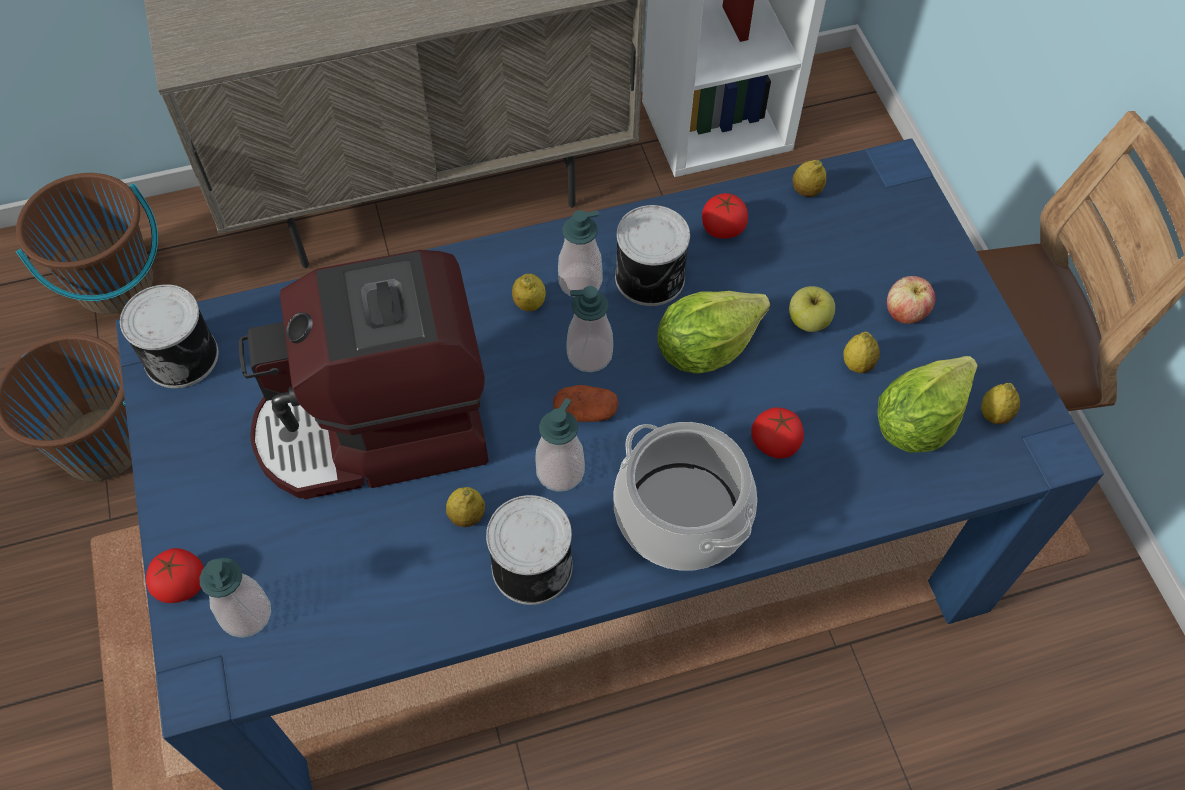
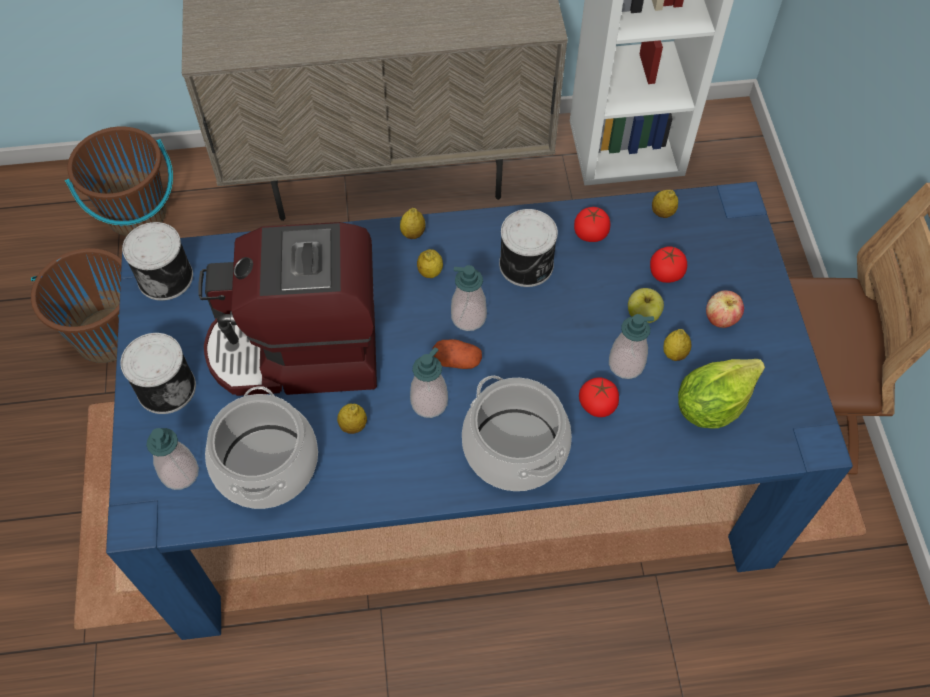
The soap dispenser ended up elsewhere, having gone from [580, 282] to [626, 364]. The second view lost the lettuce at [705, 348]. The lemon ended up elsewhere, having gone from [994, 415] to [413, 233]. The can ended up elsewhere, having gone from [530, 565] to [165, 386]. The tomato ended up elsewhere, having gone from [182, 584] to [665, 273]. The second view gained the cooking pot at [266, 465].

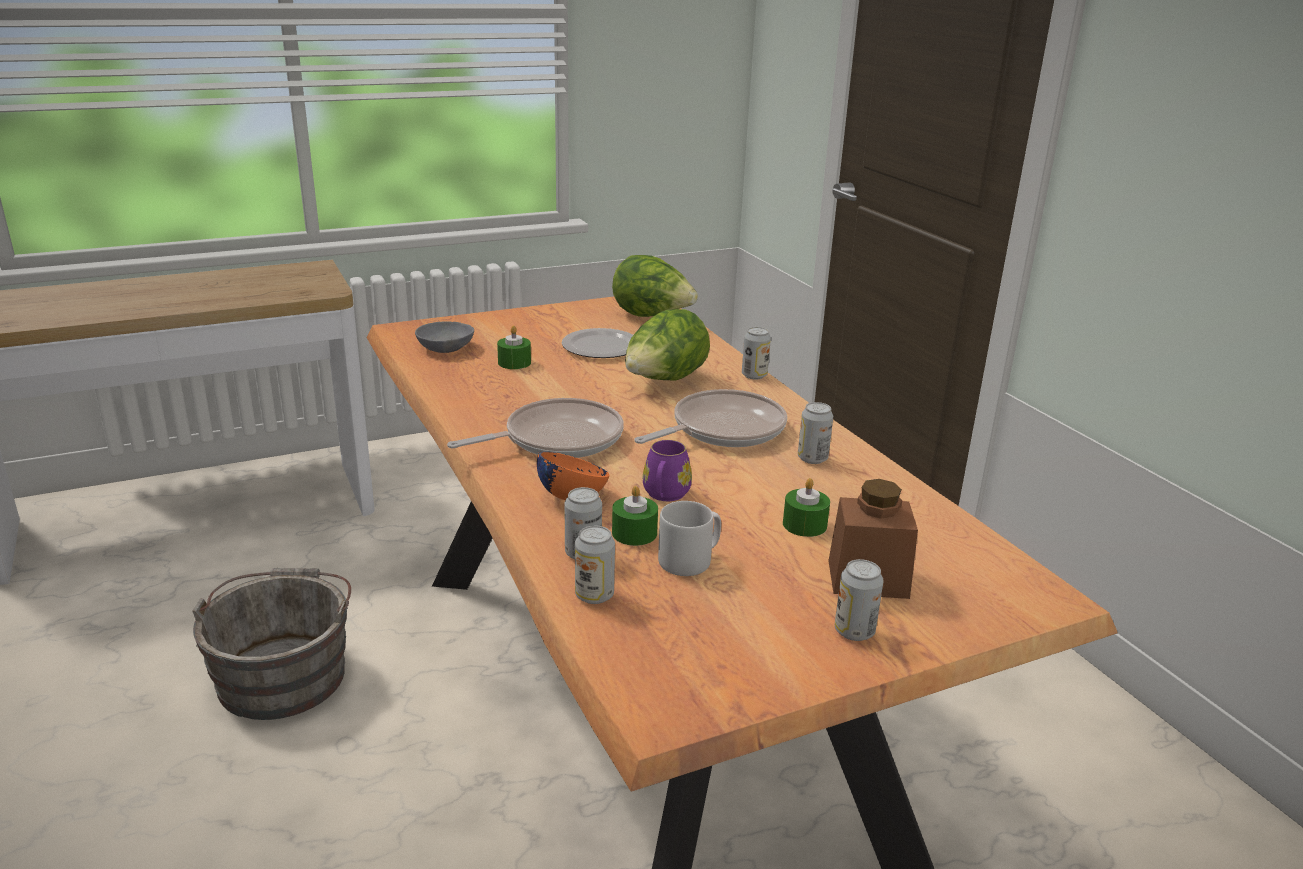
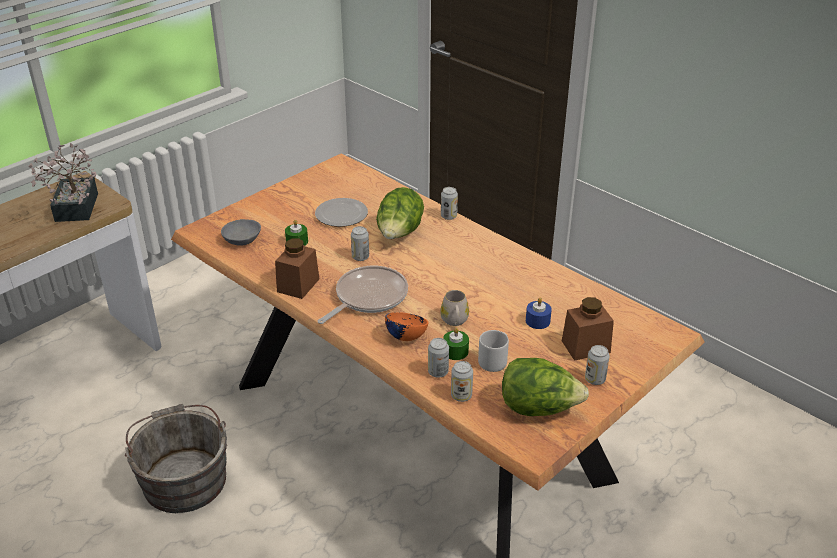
The lettuce ended up elsewhere, having gone from [652, 316] to [539, 408]. The second view lost the frying pan at [722, 429]. The can ended up elsewhere, having gone from [812, 458] to [360, 257]. What was the purple mug at [664, 495] turned into the white mug at [455, 321]. What was the green candle at [804, 524] turned into the blue candle at [537, 321]. The second view gained the potted plant at [74, 211]. The second view gained the brown jar at [298, 285].

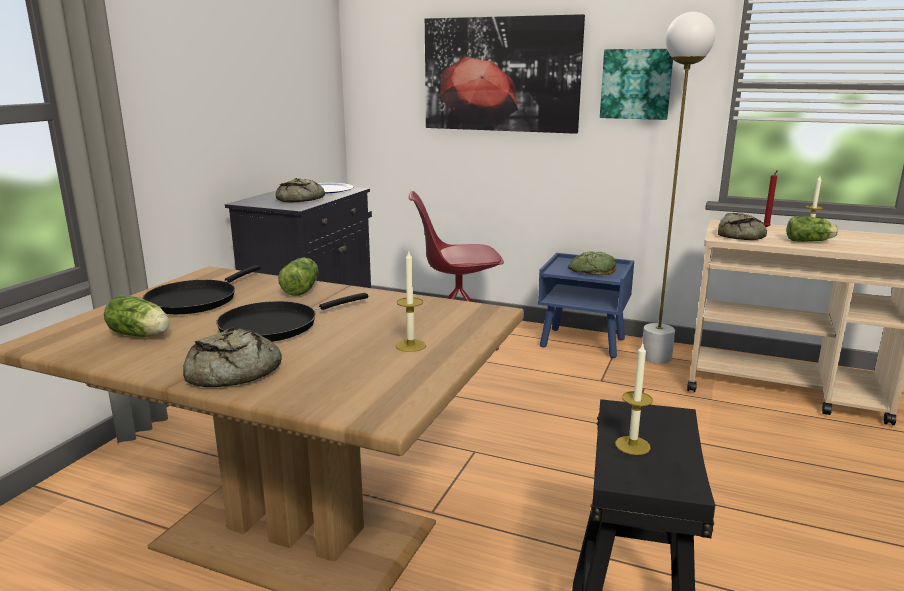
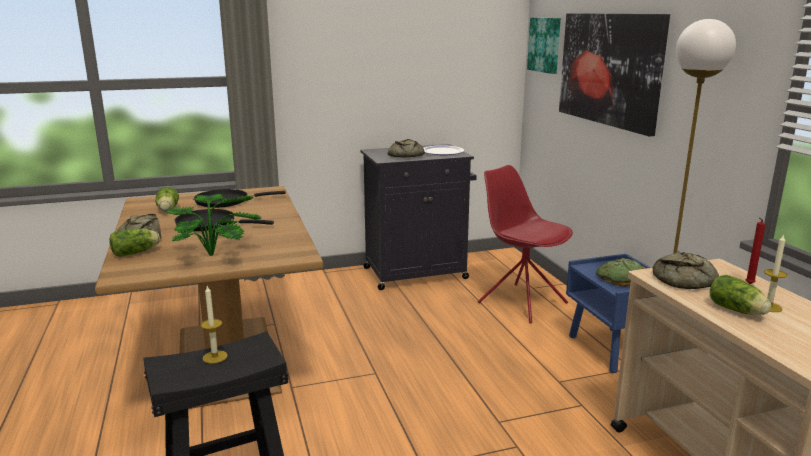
The picture ended up elsewhere, having gone from [636, 84] to [545, 45]. Where the candle stood at [410, 345], the potted plant came to stand at [217, 254]. The lettuce ended up elsewhere, having gone from [302, 289] to [137, 252].

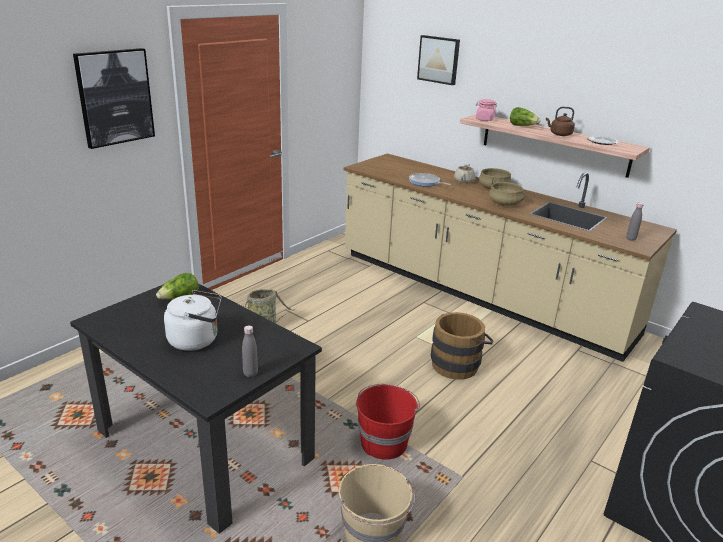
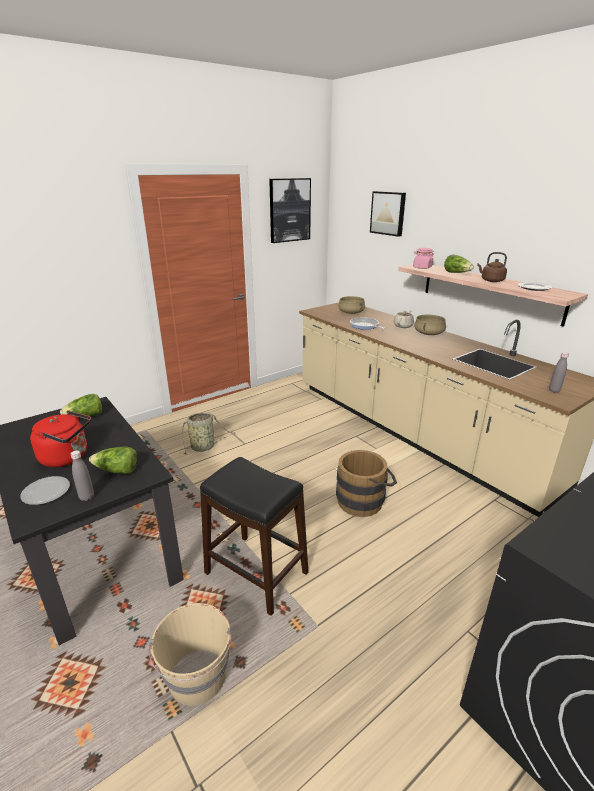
The picture ended up elsewhere, having gone from [115, 97] to [289, 210]. The beige cooking pot ended up elsewhere, having gone from [505, 203] to [351, 312]. What was the white kettle at [197, 340] turned into the red kettle at [68, 457]. Where the red bucket stood at [384, 443], the black stool came to stand at [256, 573]. The second view gained the lettuce at [117, 471]. The second view gained the plate at [47, 492].

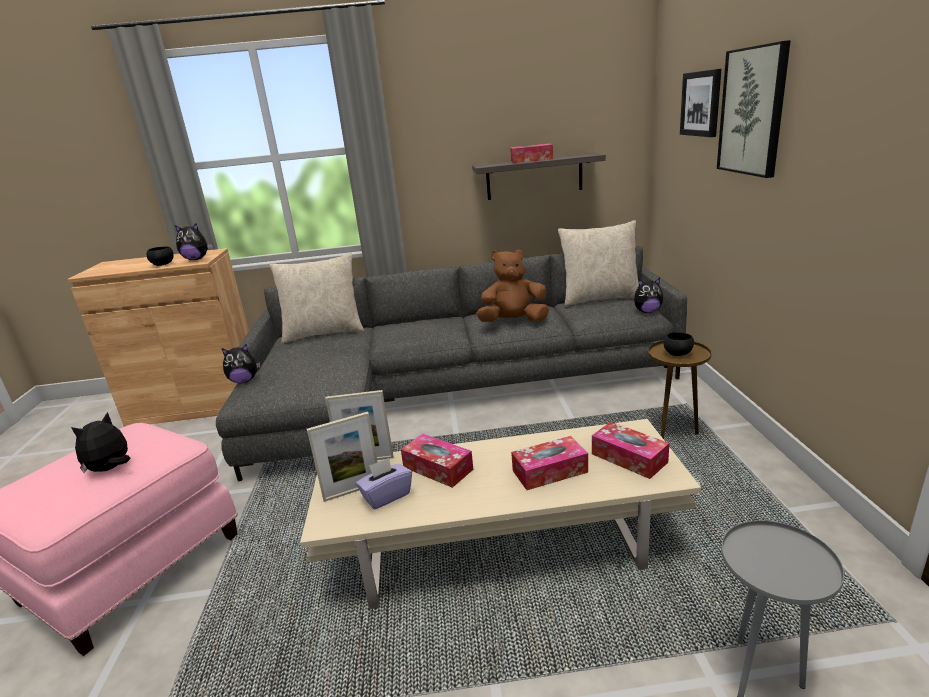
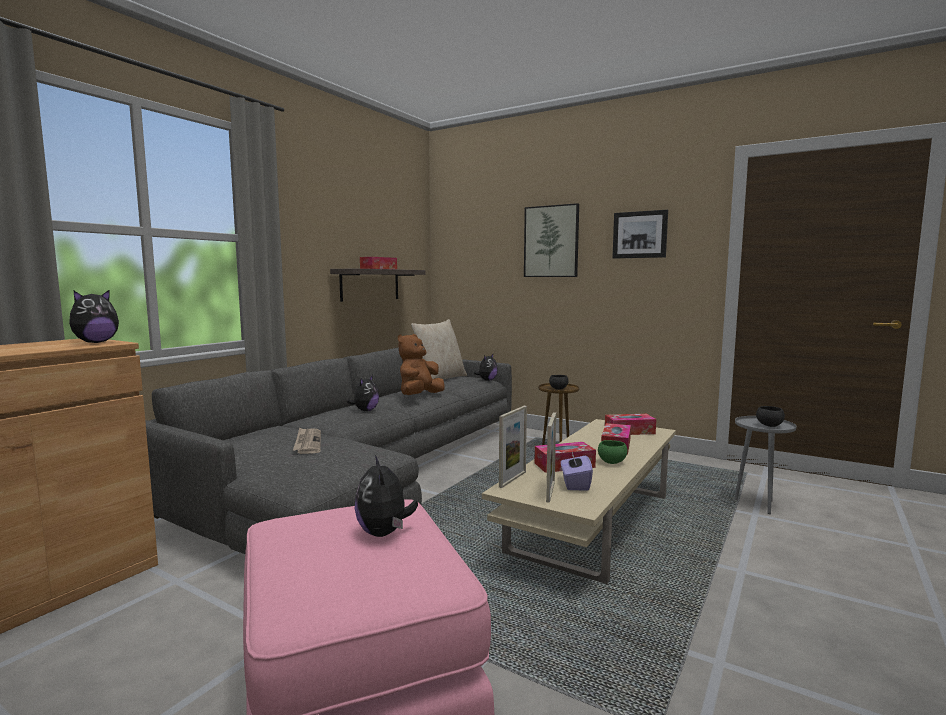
The picture ended up elsewhere, having gone from [701, 103] to [640, 234]. The black bowl ended up elsewhere, having gone from [163, 264] to [769, 425]. The second view lost the beige pillow at [324, 332]. The plush toy ended up elsewhere, having gone from [244, 381] to [365, 410]. The second view gained the newspaper at [307, 443]. The second view gained the green bowl at [612, 462].

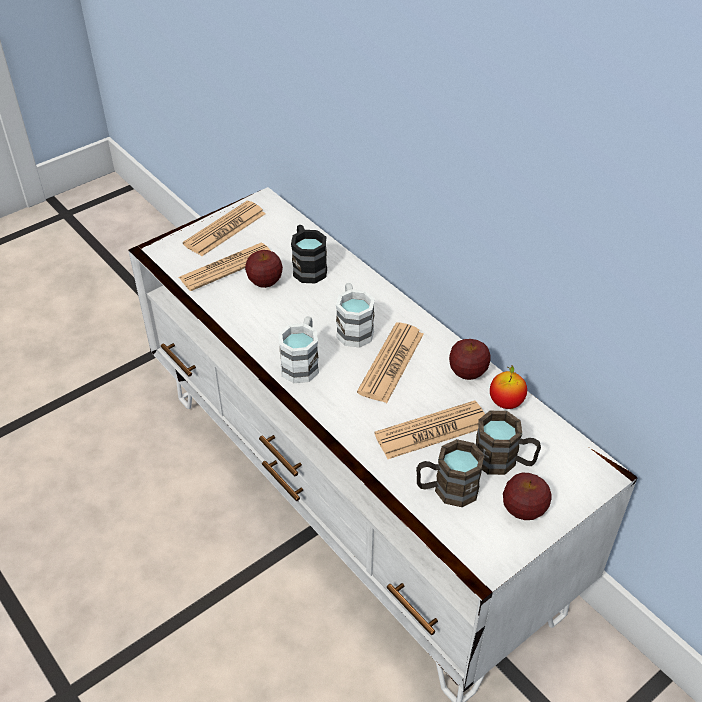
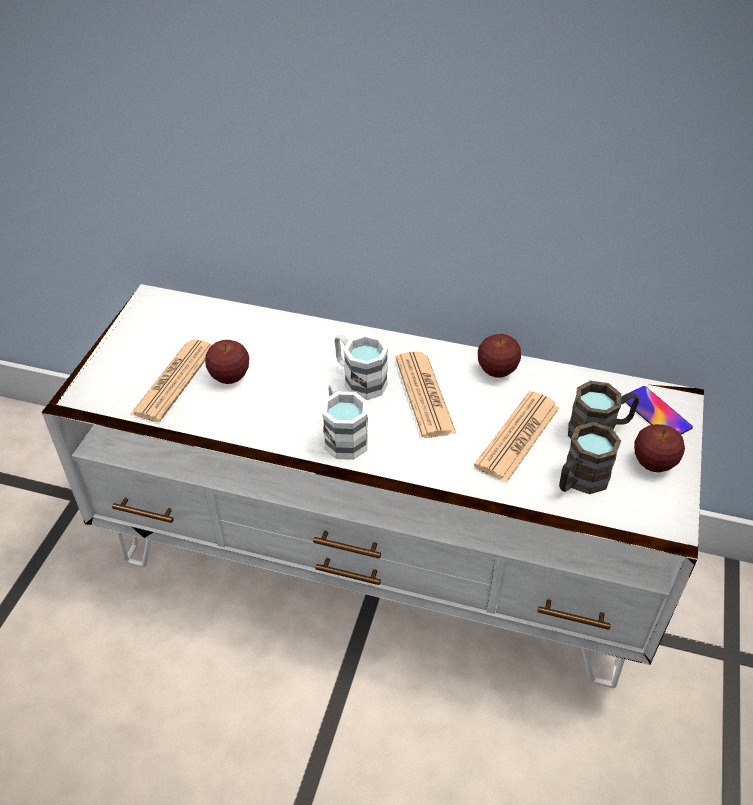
The second view lost the newspaper at [225, 229]. The second view lost the black mug at [307, 267]. The second view lost the apple at [505, 402]. The second view gained the phone at [656, 413].

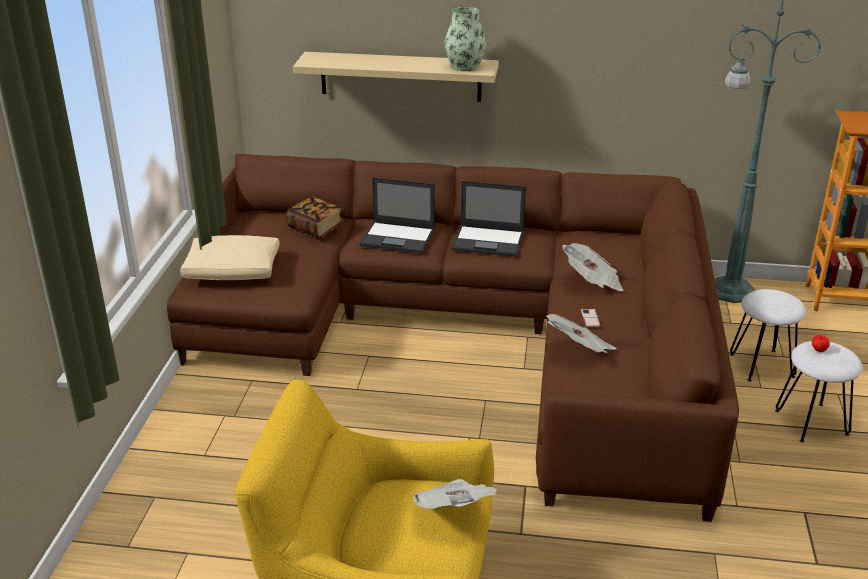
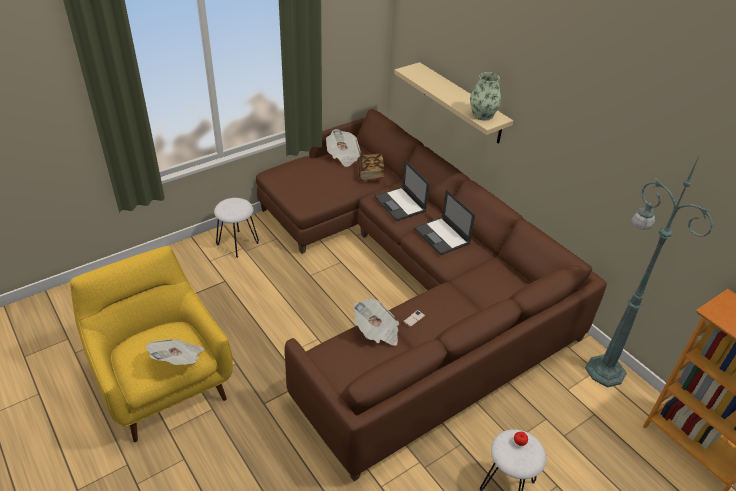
The second view lost the beige pillow at [233, 270]. The newspaper ended up elsewhere, having gone from [592, 282] to [343, 156]. The white stool ended up elsewhere, having gone from [762, 365] to [238, 244].

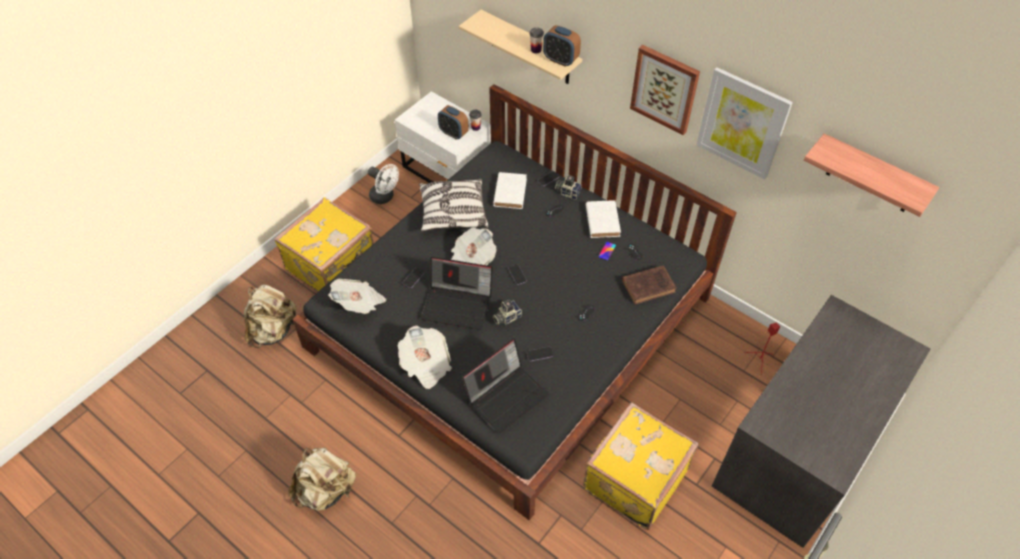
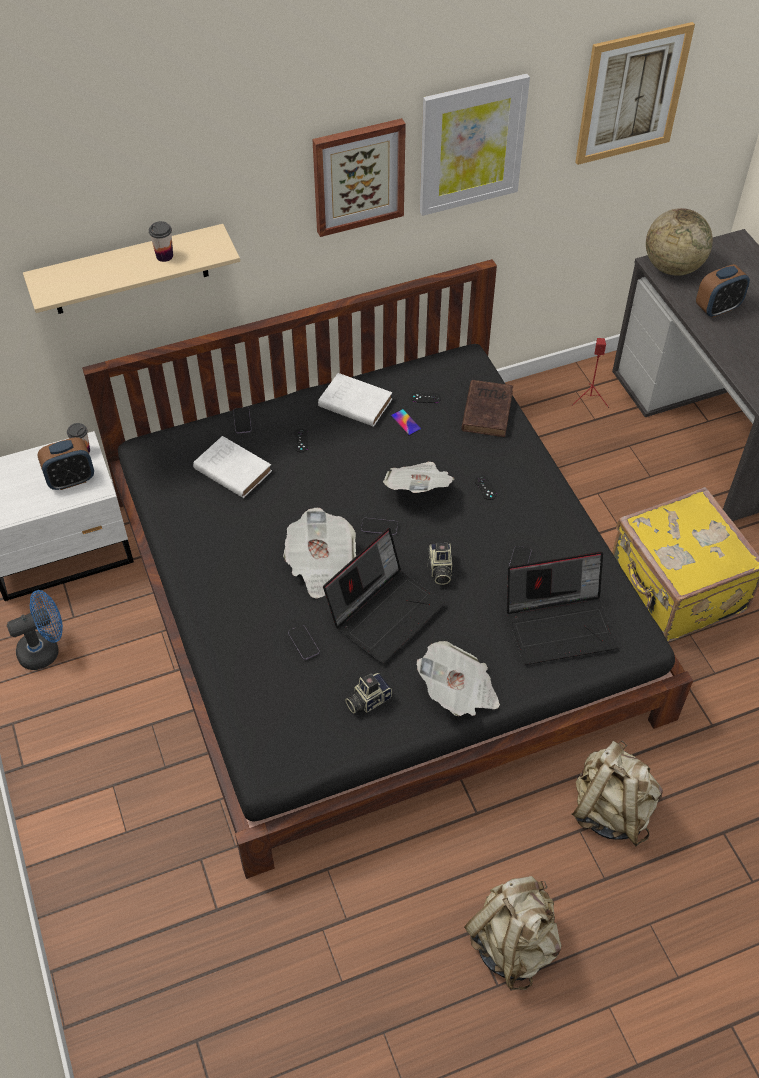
The alarm clock ended up elsewhere, having gone from [560, 60] to [717, 308]. Where the shelf hung at [872, 175], the picture came to hang at [632, 94]. What was the white fan at [385, 197] turned into the blue fan at [45, 649]. The photo camera ended up elsewhere, having gone from [568, 192] to [367, 699]. The second view lost the pillow at [453, 213]. The second view lost the yellow suitcase at [332, 264]. The newspaper ended up elsewhere, having gone from [359, 304] to [418, 489]. The beige backpack ended up elsewhere, having gone from [273, 330] to [610, 809]. The laptop at [506, 395] ended up facing another way, 90 degrees clockwise from before. The second view gained the globe at [672, 267].

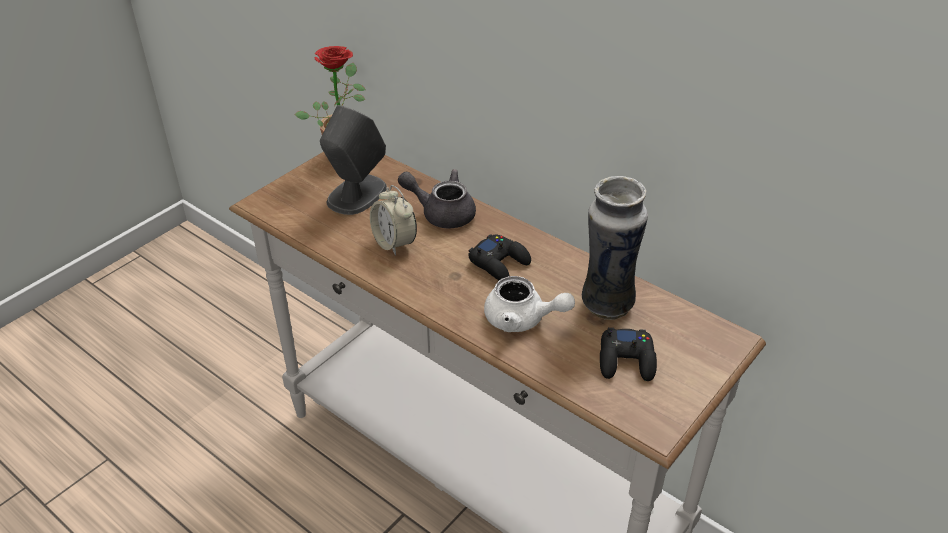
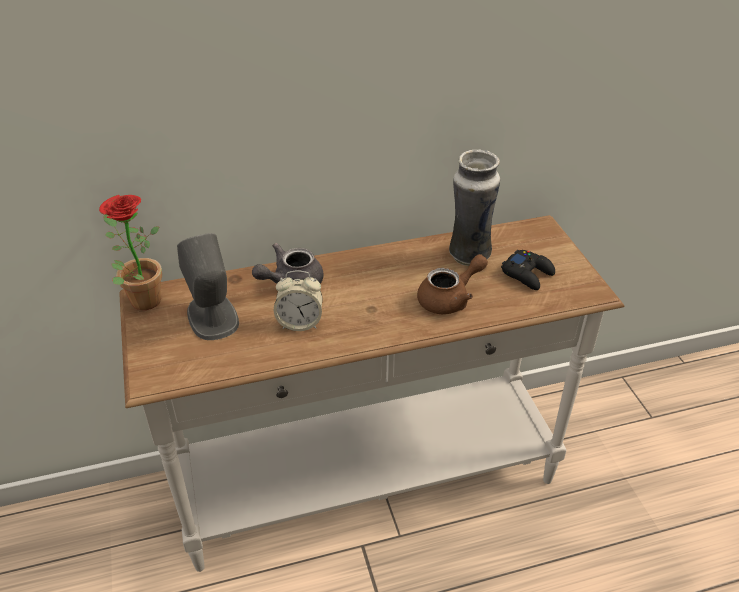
The second view lost the black game controller at [499, 263]. What was the white teapot at [522, 320] turned into the brown teapot at [450, 299].

